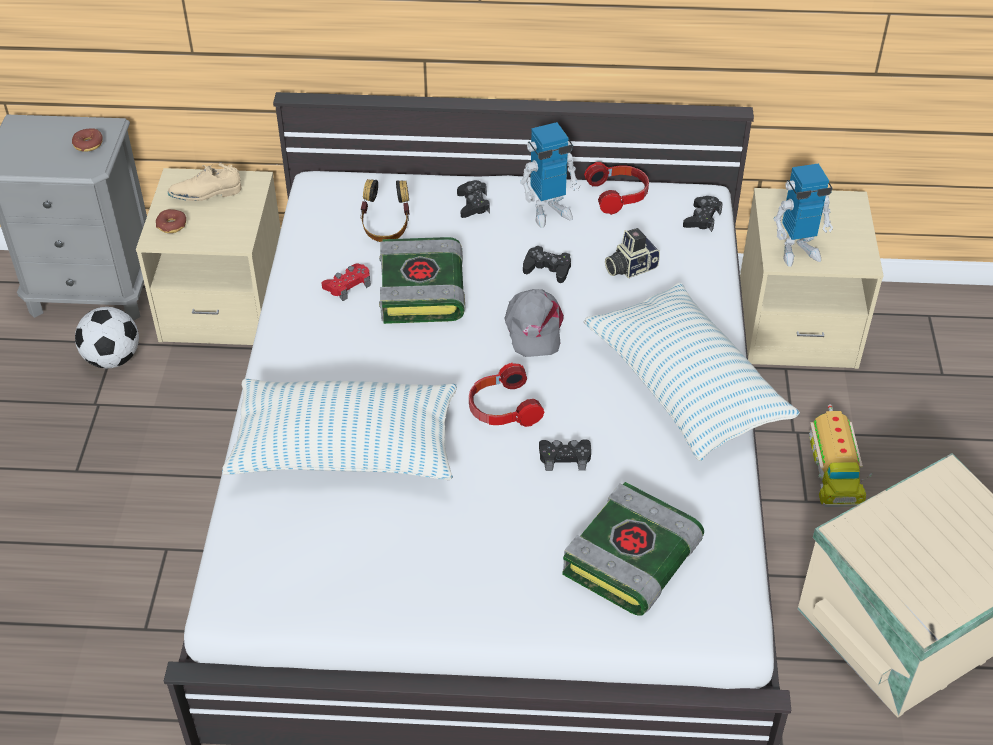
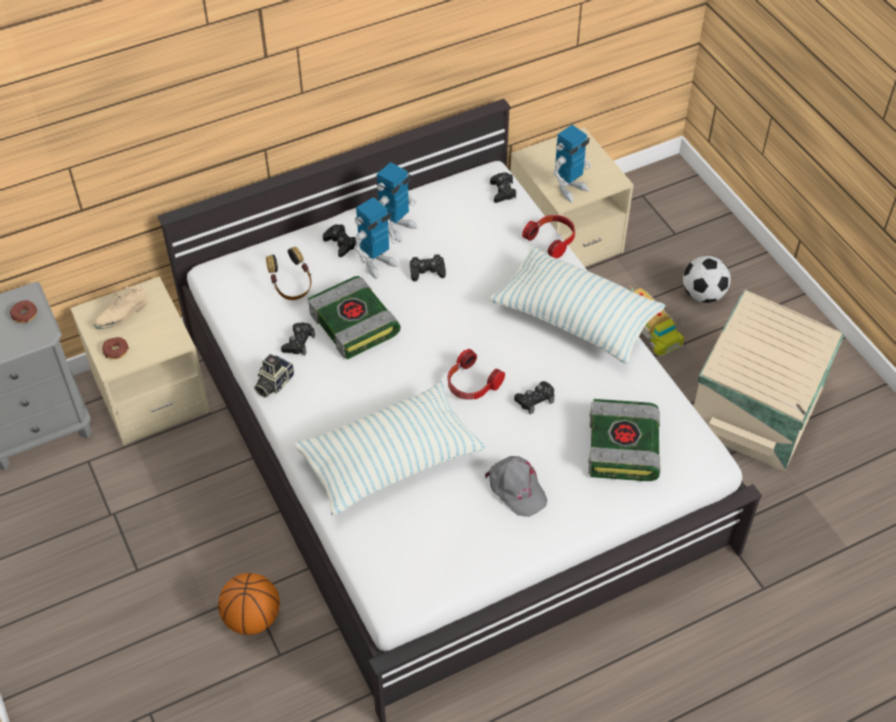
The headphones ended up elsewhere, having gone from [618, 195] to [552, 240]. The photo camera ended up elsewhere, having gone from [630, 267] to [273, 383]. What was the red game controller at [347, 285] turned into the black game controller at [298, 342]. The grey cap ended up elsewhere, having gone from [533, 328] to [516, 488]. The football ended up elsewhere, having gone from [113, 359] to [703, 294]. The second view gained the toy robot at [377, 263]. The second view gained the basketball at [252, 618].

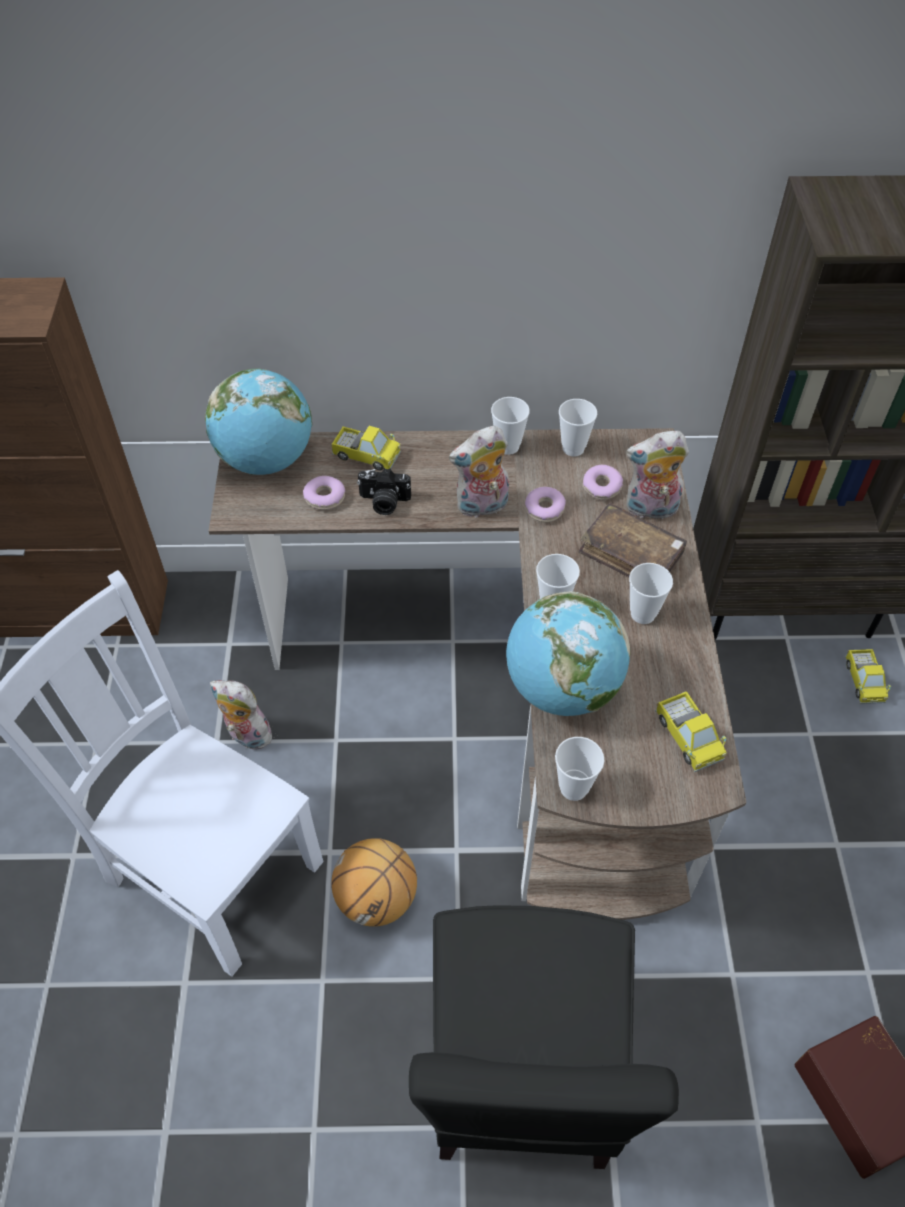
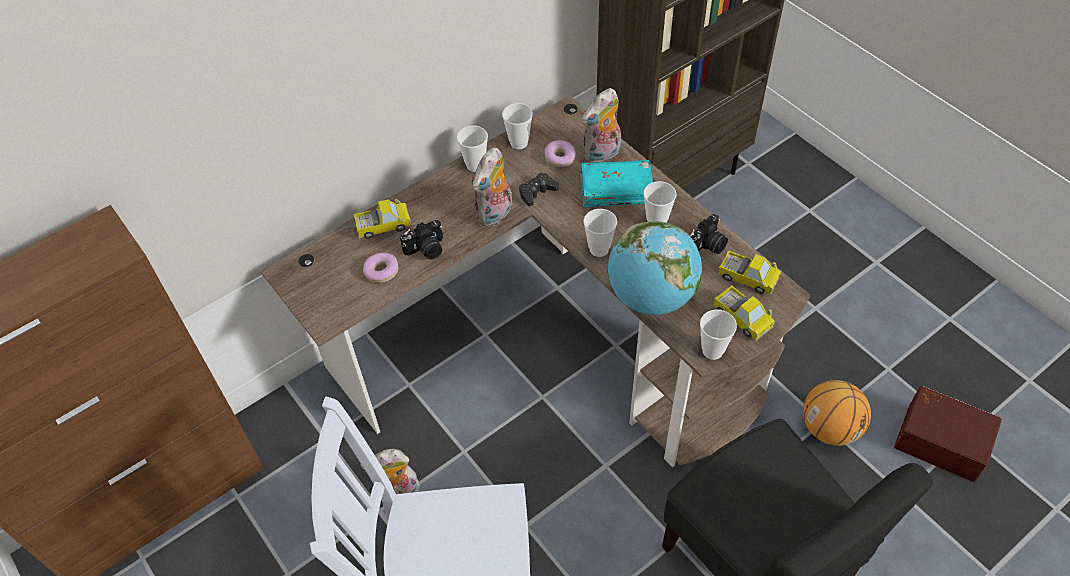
The second view lost the globe at [266, 460]. Where the donut stood at [544, 509], the black game controller came to stand at [537, 192]. What was the brown book at [631, 554] turned into the turquoise book at [616, 189]. The toy truck ended up elsewhere, having gone from [863, 681] to [741, 318]. The basketball ended up elsewhere, having gone from [377, 898] to [830, 428]. The second view gained the photo camera at [707, 246].

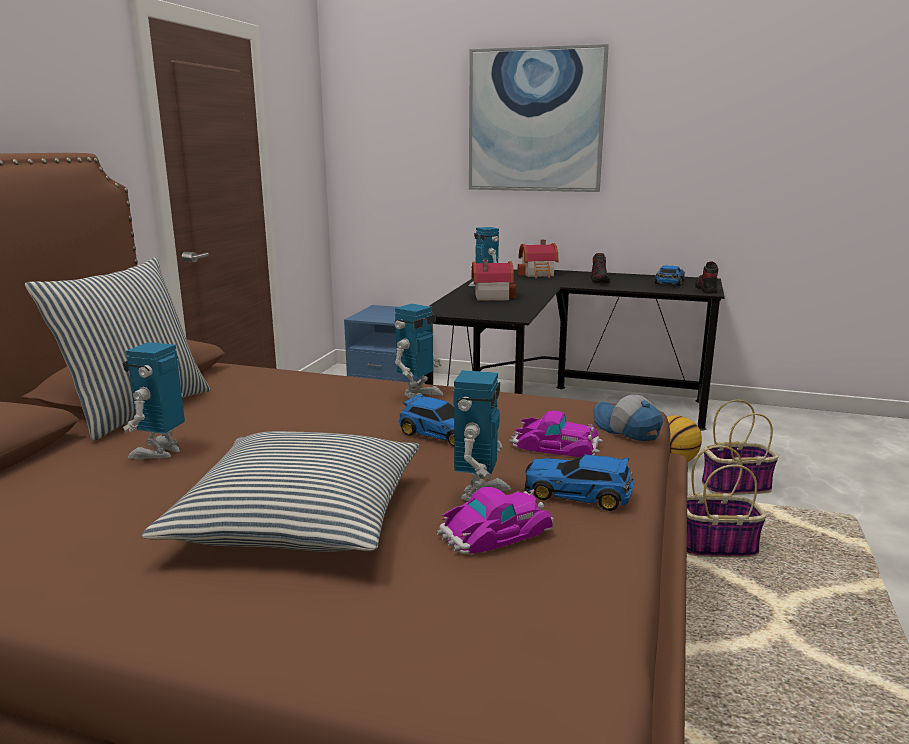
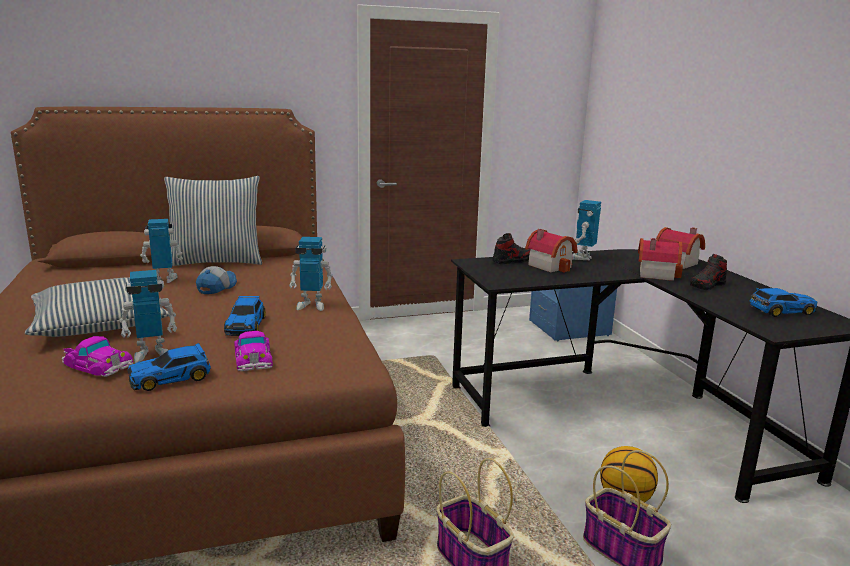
The second view lost the picture at [535, 120]. The shoe ended up elsewhere, having gone from [706, 289] to [512, 260]. The cap ended up elsewhere, having gone from [625, 429] to [216, 287]. The toy car at [580, 494] ended up facing another way, 105 degrees counterclockwise from before. The second view gained the toy house at [654, 273].

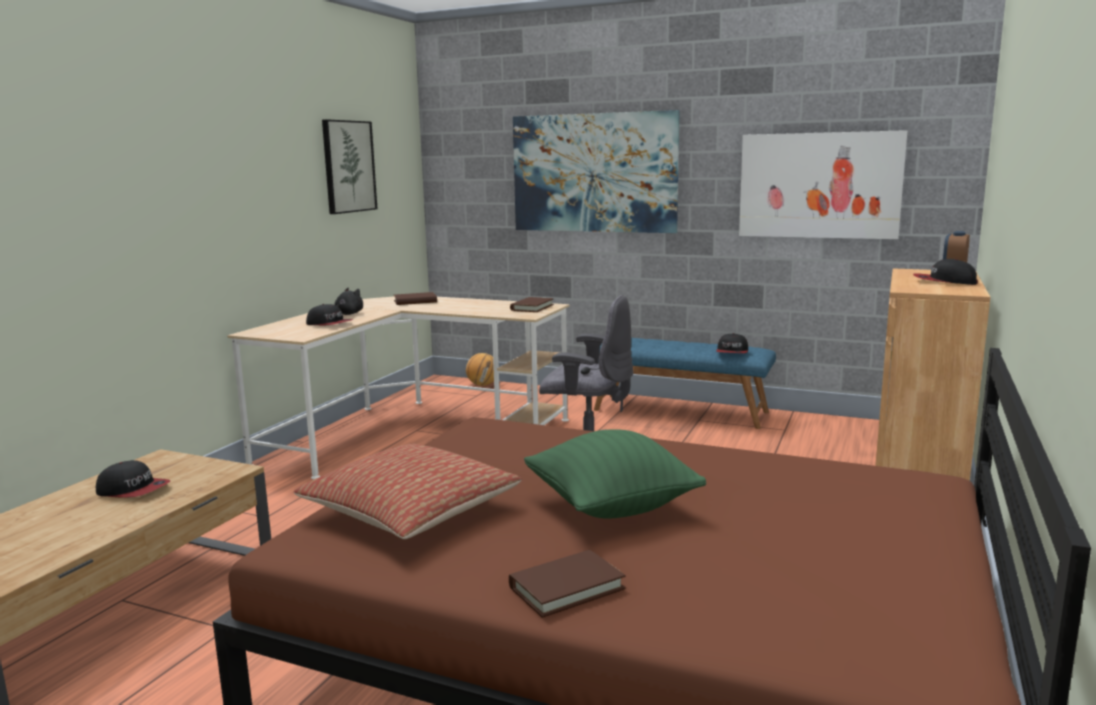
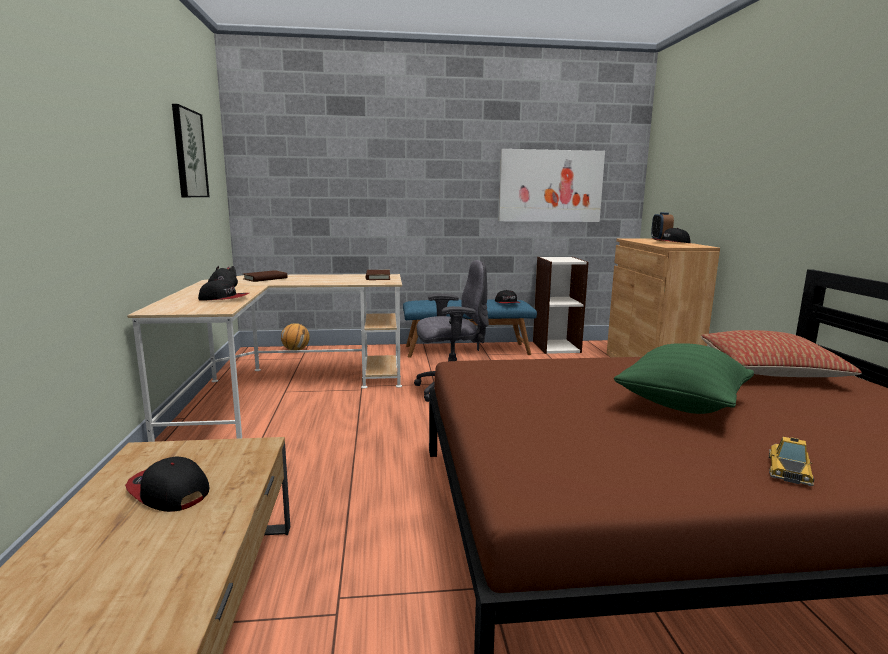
The second view lost the picture at [594, 173]. The pillow ended up elsewhere, having gone from [411, 512] to [769, 371]. The cap at [133, 490] ended up facing another way, 135 degrees counterclockwise from before. Where the brown book stood at [566, 588], the toy car came to stand at [789, 469]. The second view gained the bookcase at [556, 347].

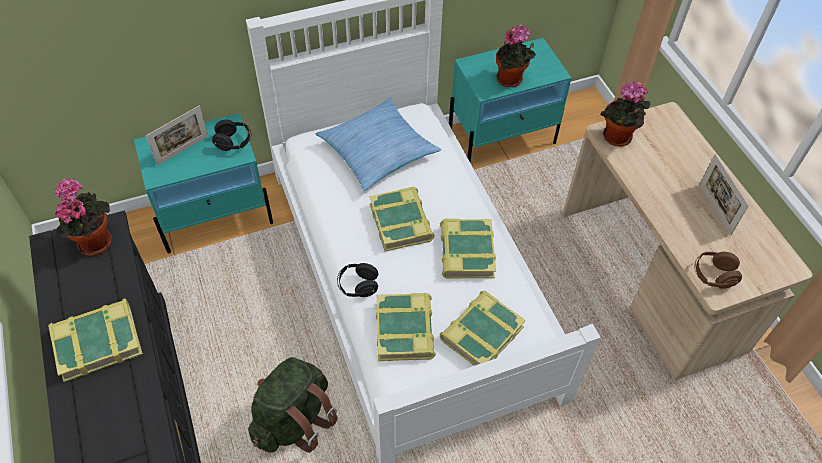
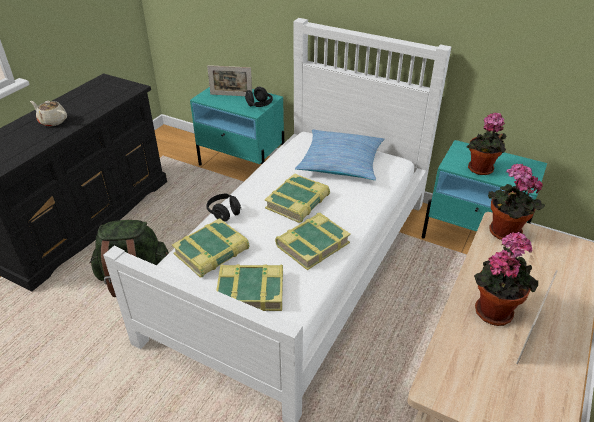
The potted plant ended up elsewhere, having gone from [94, 240] to [494, 309]. The second view lost the brown headphones at [713, 276]. Where the book stood at [97, 342], the beige teapot came to stand at [52, 121].

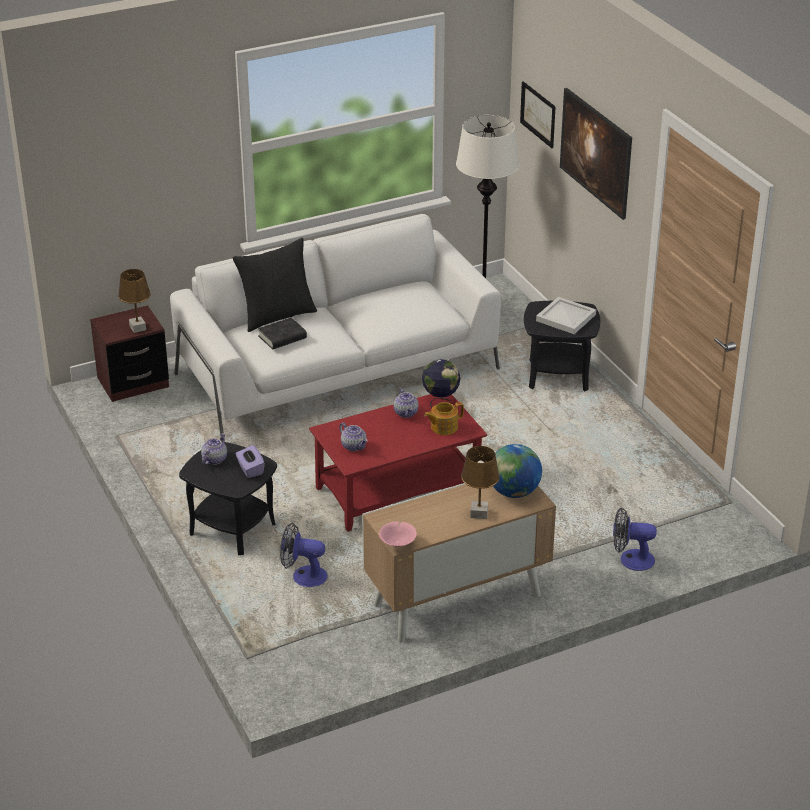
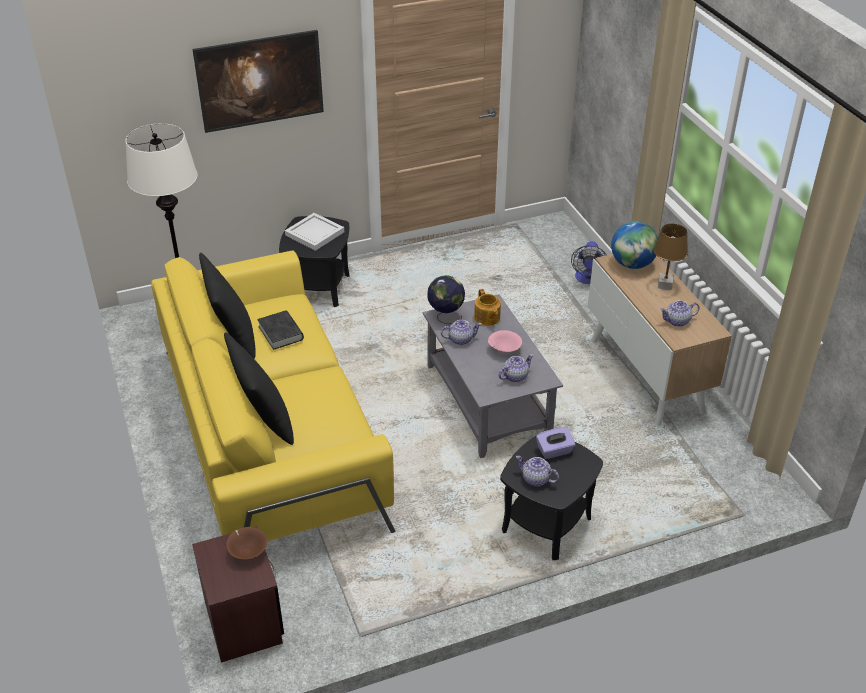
The second view lost the picture at [538, 114]. What was the white sofa at [337, 371] turned into the yellow sofa at [271, 434]. Where the brown table lamp stood at [138, 328], the brown bowl came to stand at [247, 552]. The black book ended up elsewhere, having gone from [282, 337] to [281, 333]. What was the red coffee table at [399, 489] turned into the grey coffee table at [486, 400]. The pink bowl ended up elsewhere, having gone from [398, 543] to [503, 350]. The second view lost the fan at [303, 576]. The second view gained the black pillow at [233, 336]. The second view gained the teapot at [677, 321].

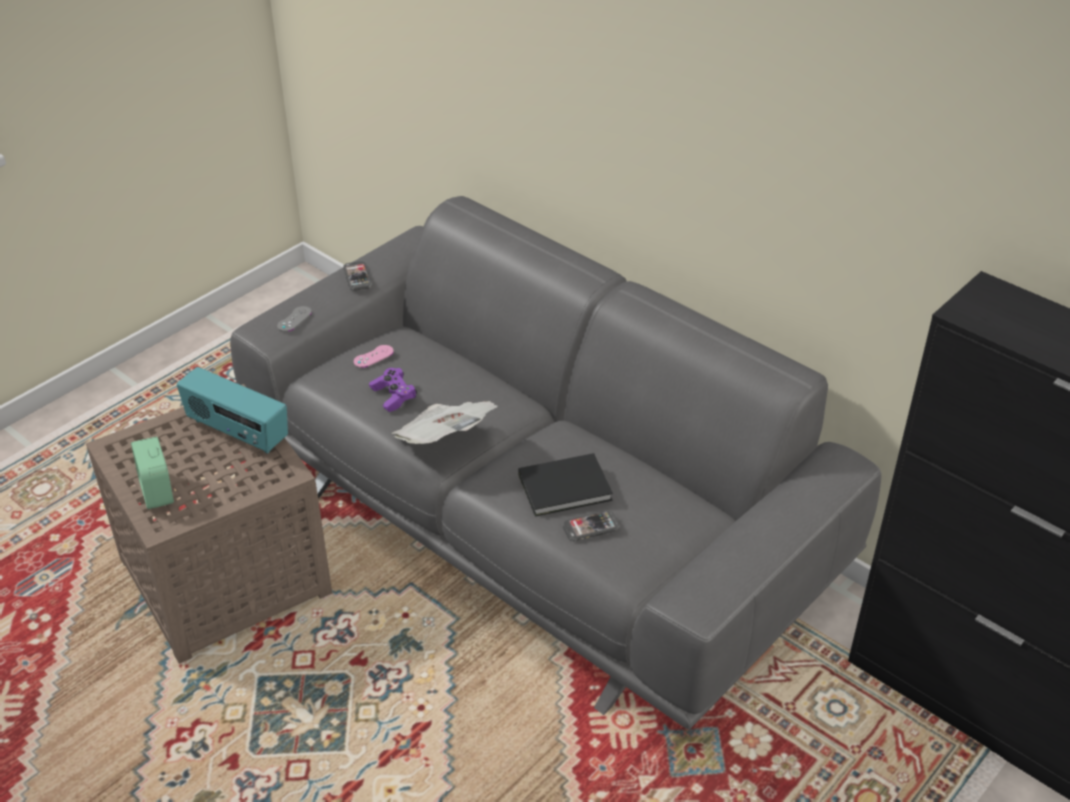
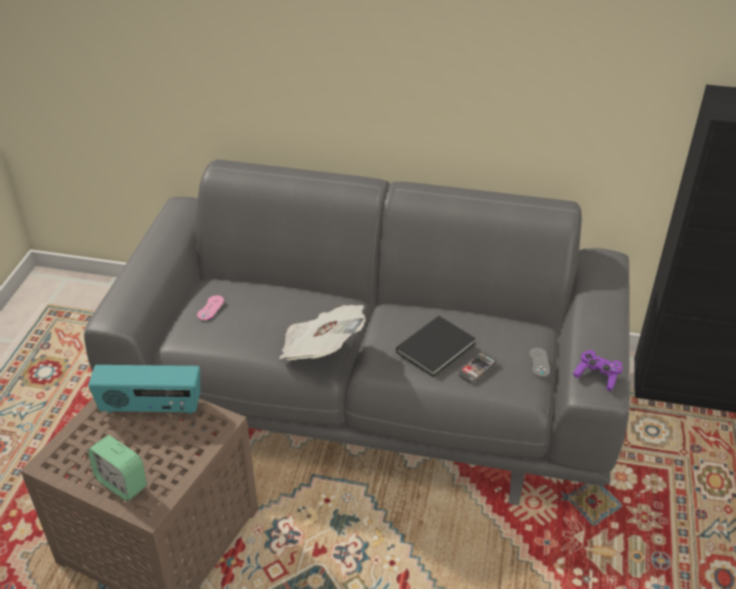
The second view lost the phone at [357, 277]. The grey game controller ended up elsewhere, having gone from [294, 319] to [539, 362]. The purple game controller ended up elsewhere, having gone from [393, 396] to [597, 376].

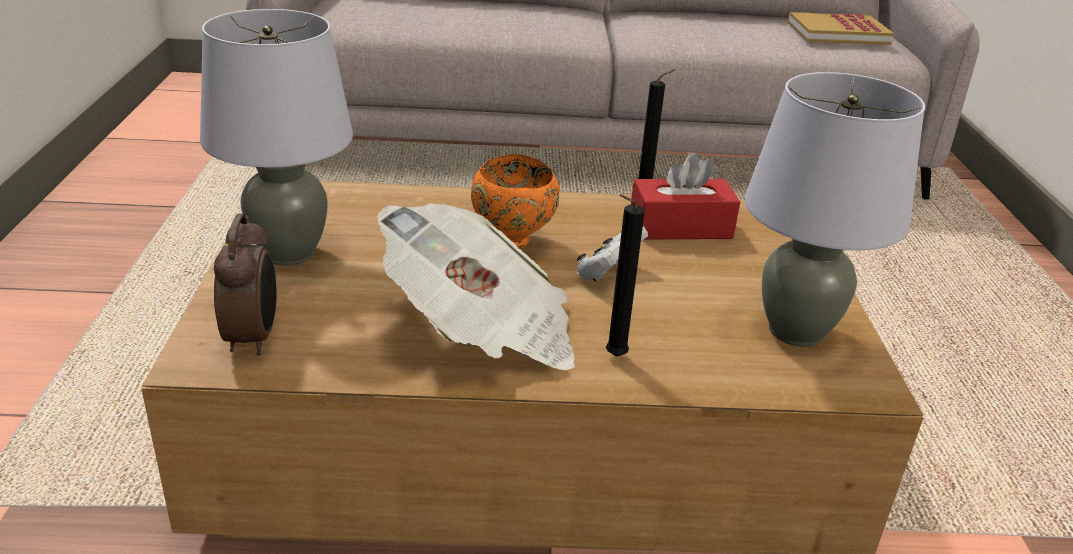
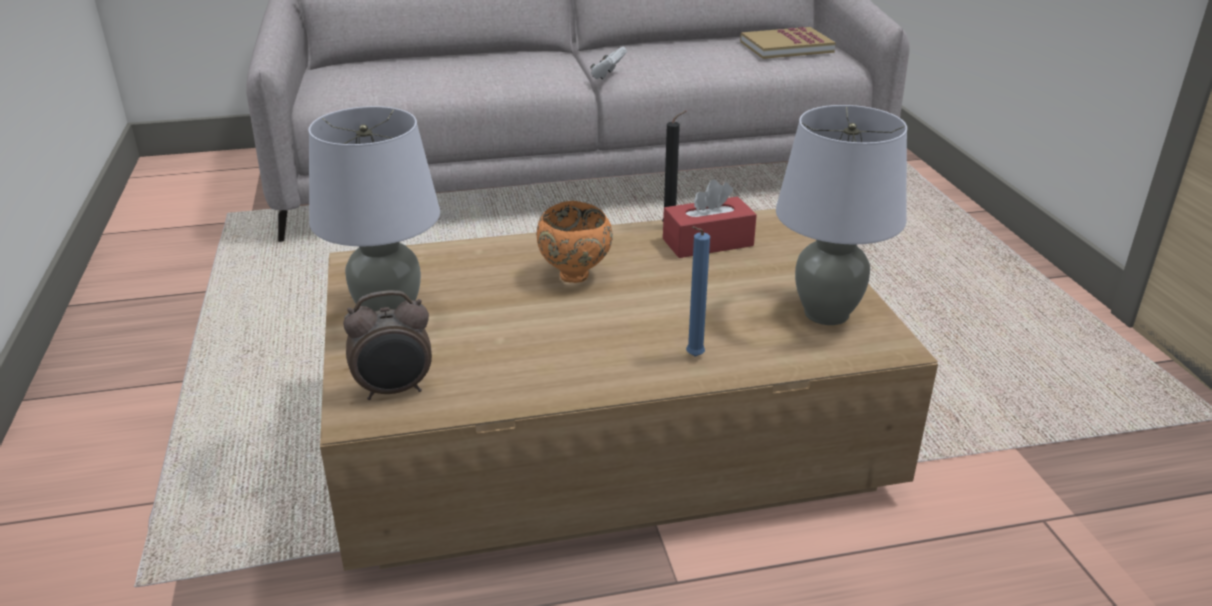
What was the black candle at [612, 357] turned into the blue candle at [692, 357]. The second view lost the newspaper at [483, 331]. The alarm clock at [253, 338] ended up facing another way, 90 degrees clockwise from before. The white game controller ended up elsewhere, having gone from [607, 273] to [607, 76].

